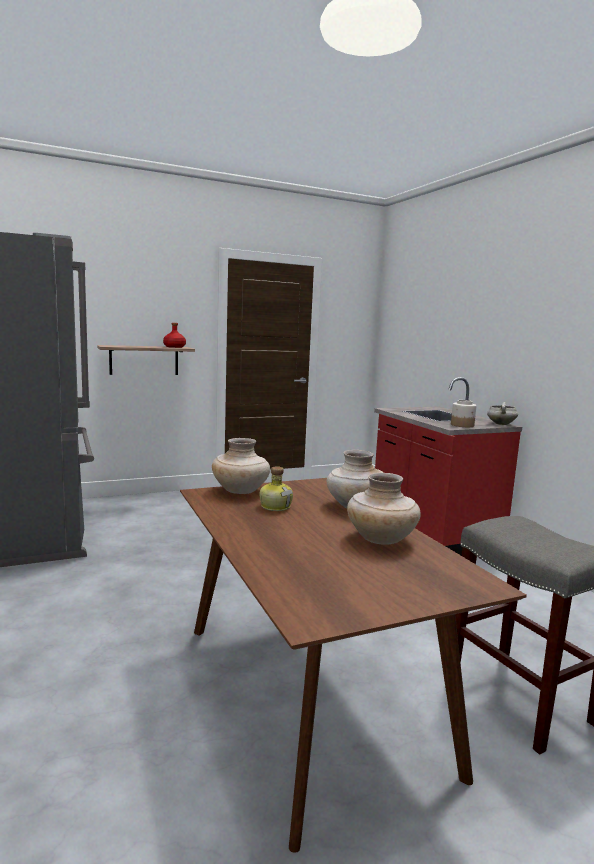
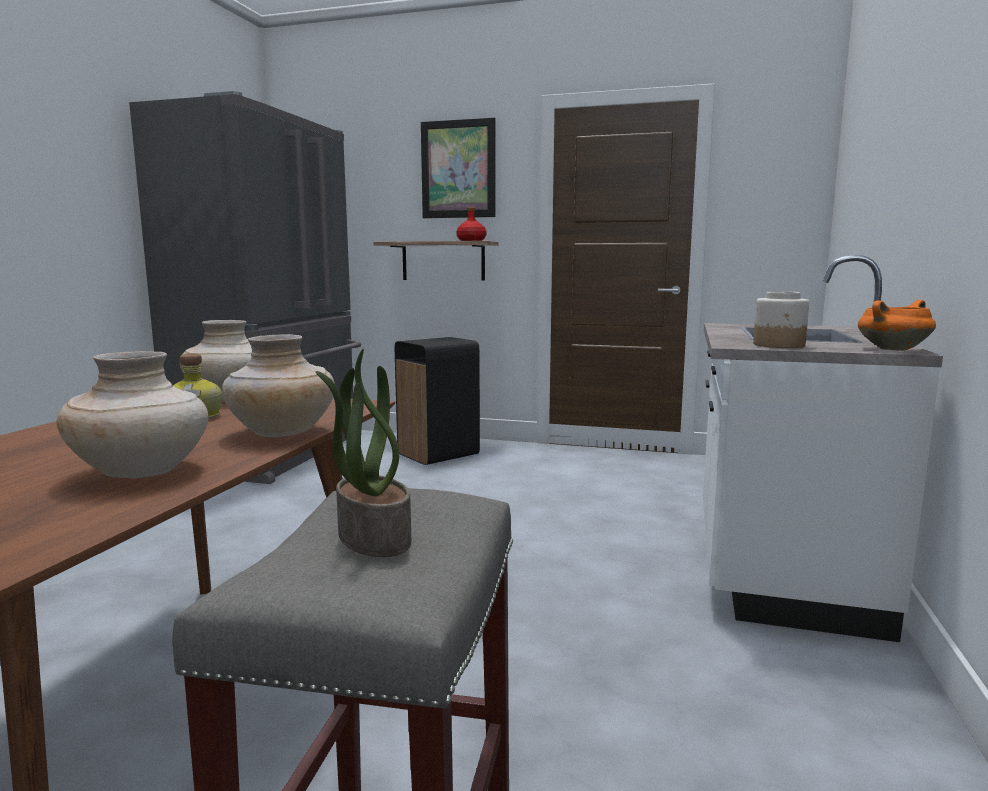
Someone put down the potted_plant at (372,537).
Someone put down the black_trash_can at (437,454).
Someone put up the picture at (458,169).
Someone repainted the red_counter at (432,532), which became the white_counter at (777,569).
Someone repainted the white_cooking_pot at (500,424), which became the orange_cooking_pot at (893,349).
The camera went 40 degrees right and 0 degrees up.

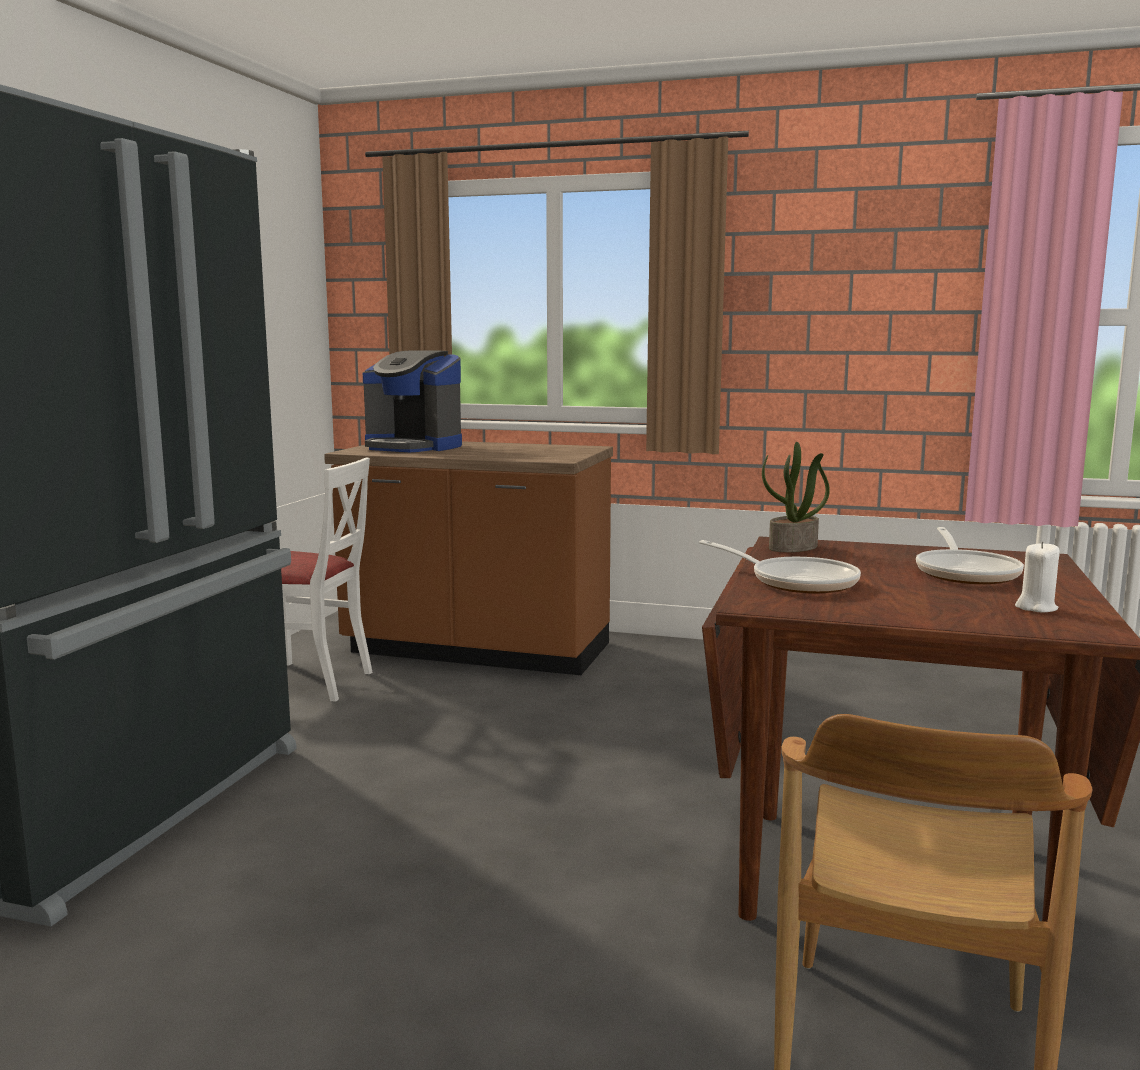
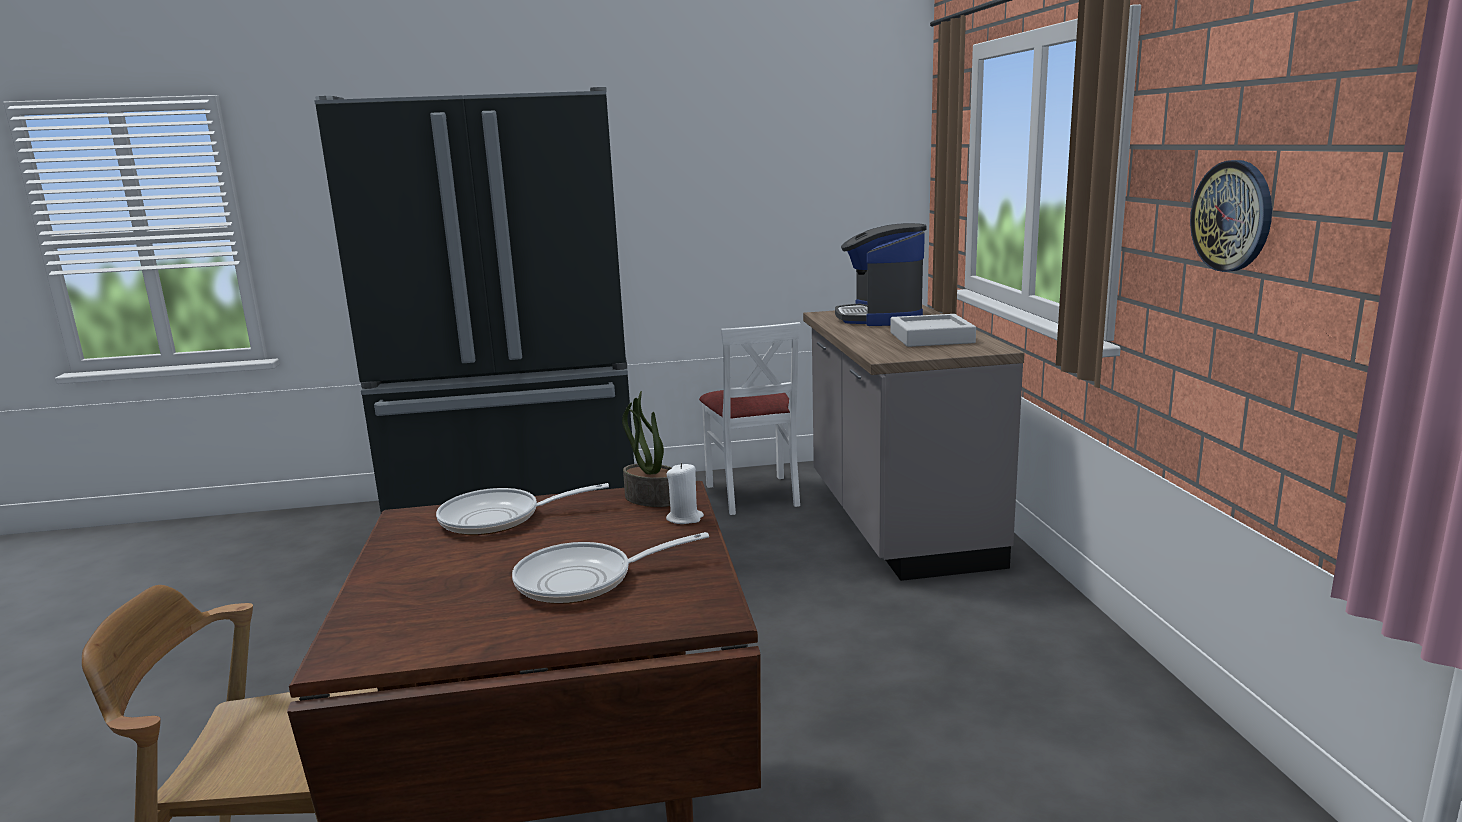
Someone rotated the frying_pan at (796,582) by 60 degrees clockwise.
Someone carried the white_candle from (1036,607) to (685,518).
Someone repainted the brown_counter at (476,651), which became the grey_counter at (897,524).
Someone put down the grey_tray at (931,338).
Someone put up the wall_clock at (1232,216).
The camera went 65 degrees right and 5 degrees up.

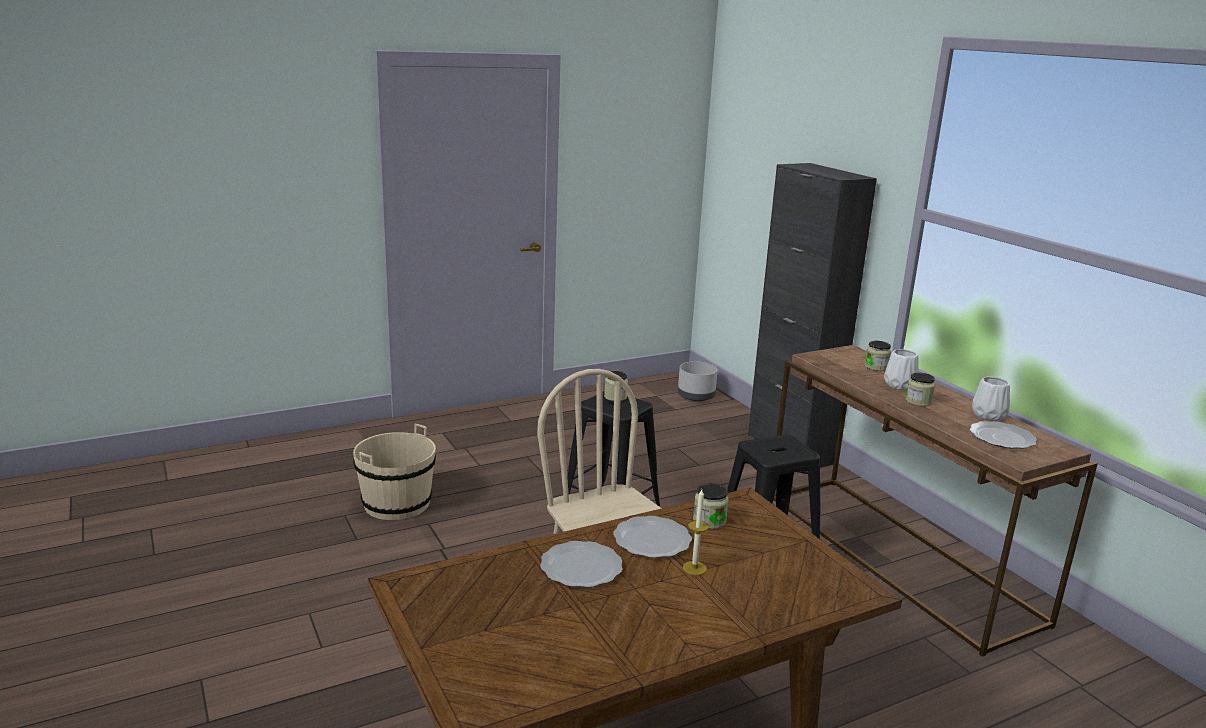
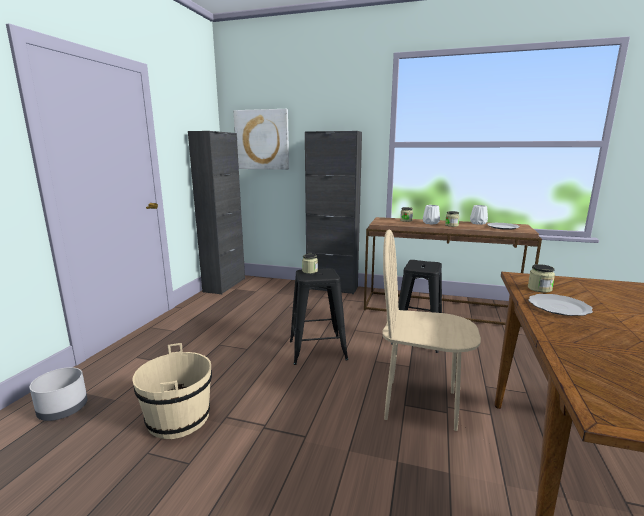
Someone carried the grey_planter from (695,396) to (62,410).
Someone put down the black_cabinet at (224,285).
Someone put up the picture at (262,140).
Someone took away the plate at (582,567).
Someone took away the candle at (694,568).
The camera went 45 degrees left and 5 degrees down.

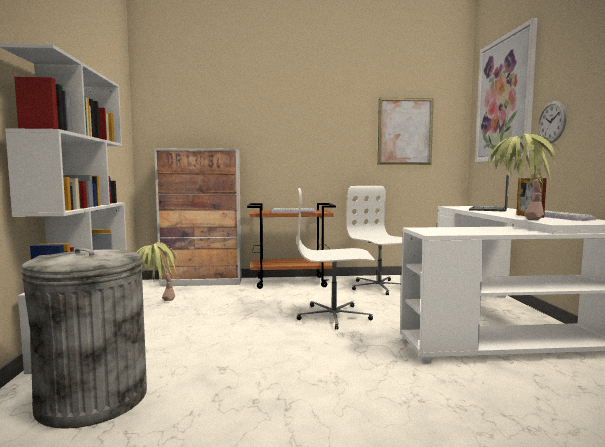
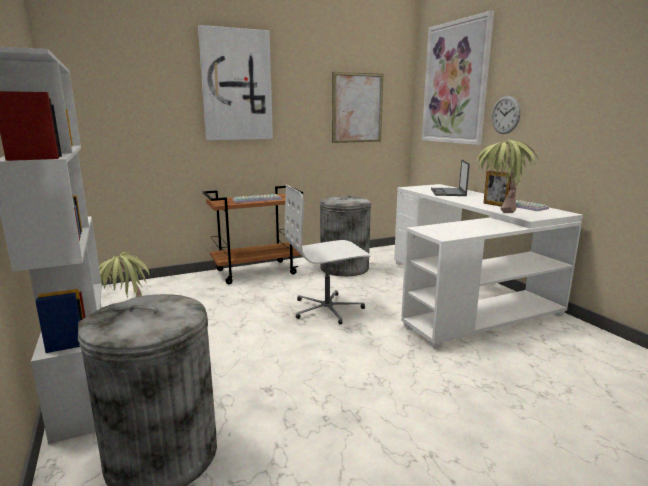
Someone put up the picture at (236,85).
Someone swapped the white_office_chair at (378,287) for the grey_trash_can at (344,268).
Someone took away the cabinet at (202,282).
The camera went 20 degrees left and 10 degrees up.

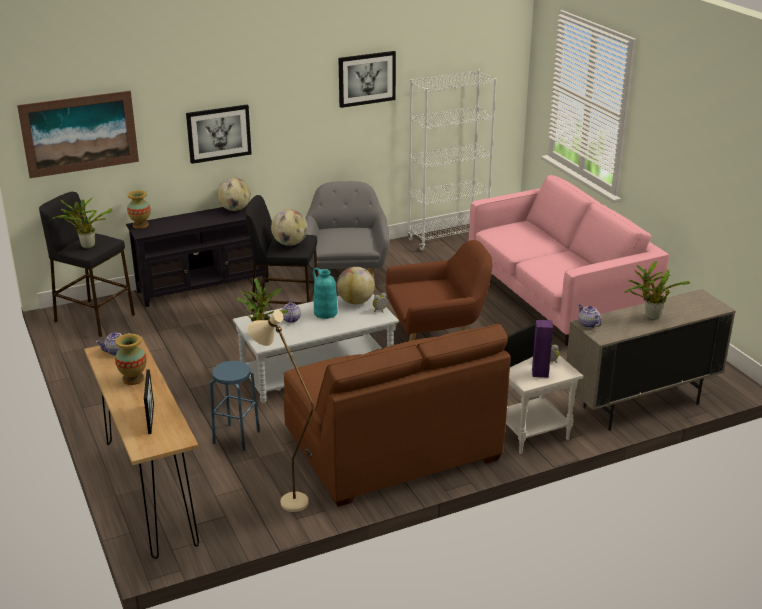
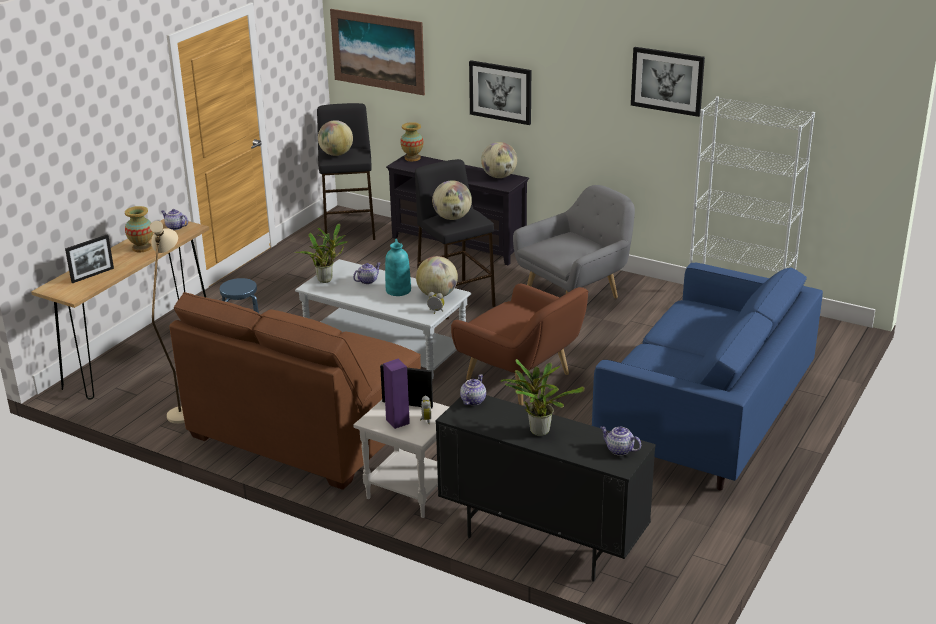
Someone swapped the potted_plant at (86,245) for the globe at (336,154).
Someone repainted the beige_cabinet at (640,406), which became the black_cabinet at (541,542).
Someone repainted the pink_sofa at (556,298), which became the blue_sofa at (704,417).
Someone put down the teapot at (619,450).
The camera went 55 degrees right and 0 degrees up.

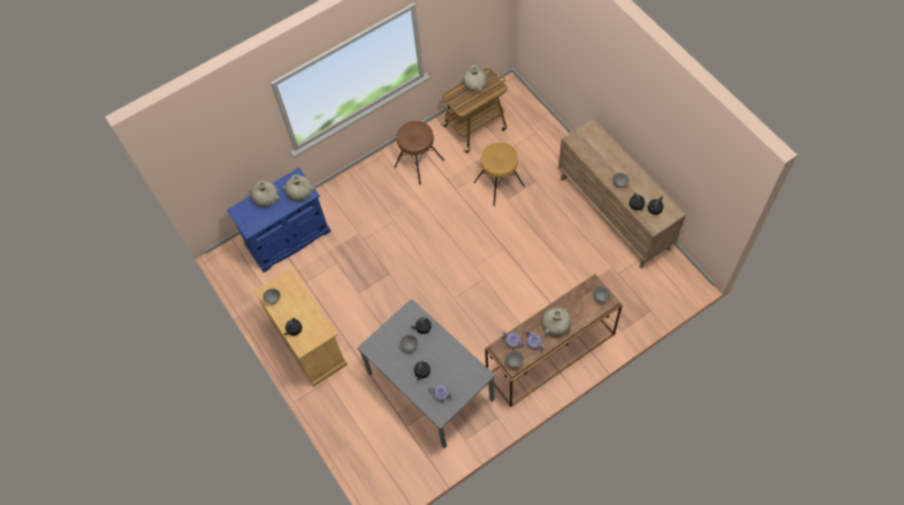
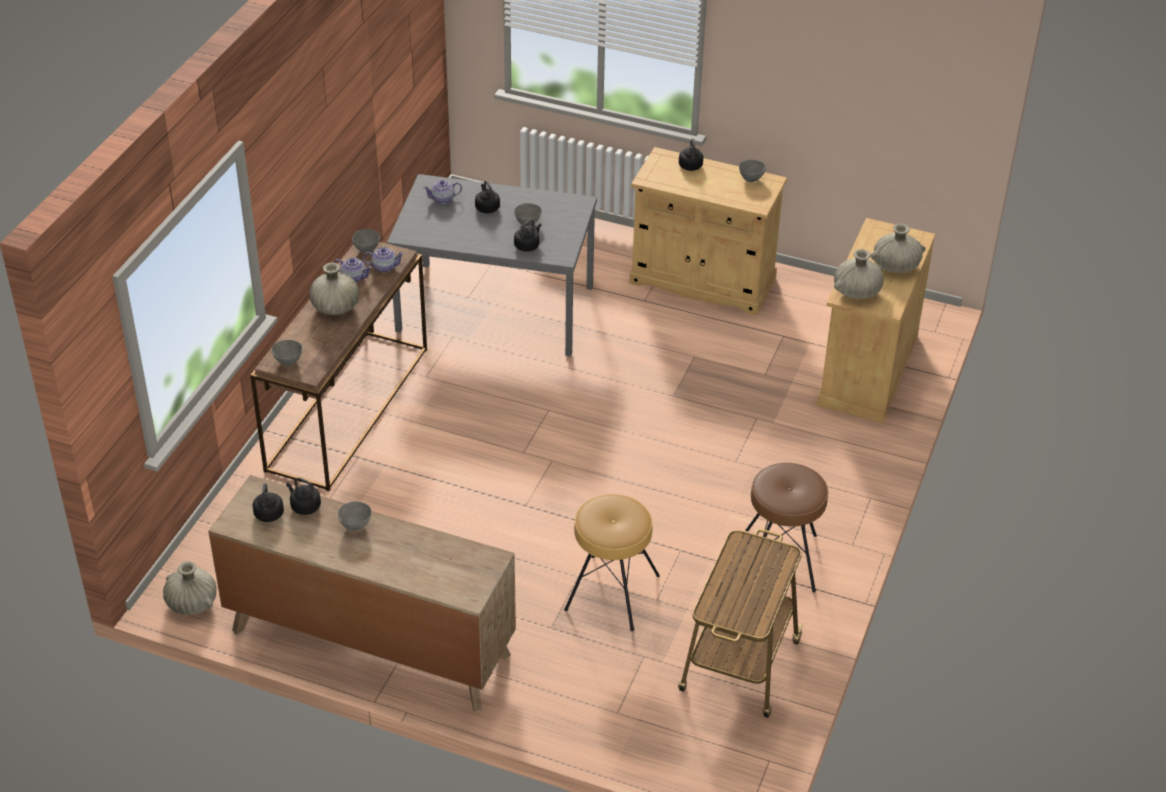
Someone carried the beige_vase from (475,85) to (192,603).
Someone repainted the blue_cabinet at (288,239), which became the beige_cabinet at (867,370).
The camera went 140 degrees right and 20 degrees down.

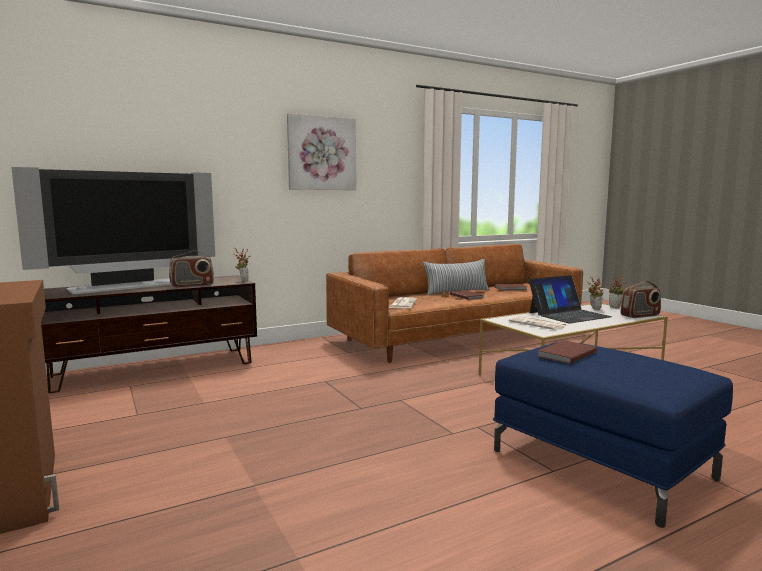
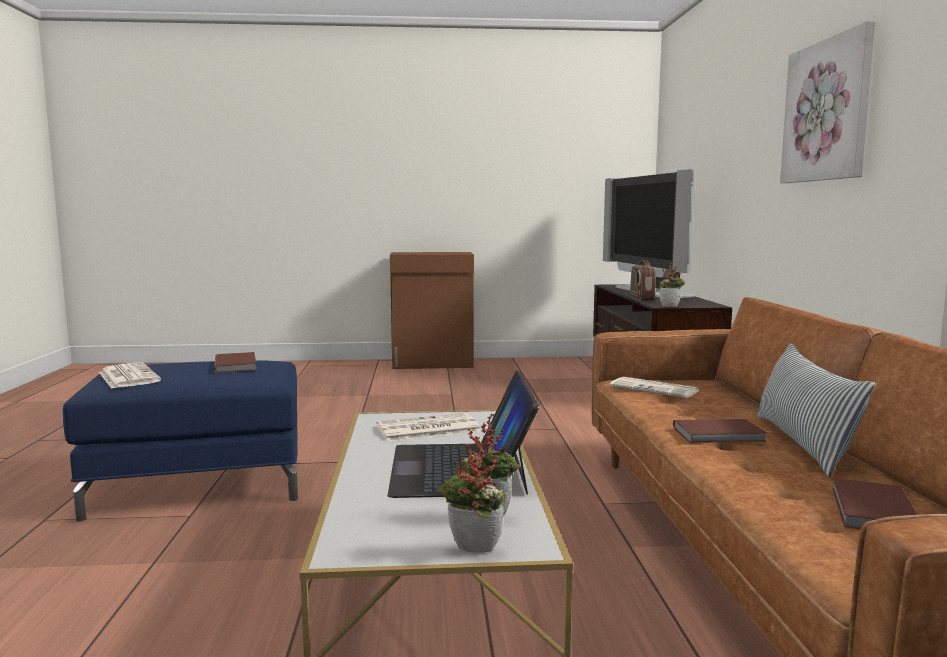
Someone put down the newspaper at (128,377).
Someone took away the radio at (640,315).
The camera went 115 degrees right and 0 degrees up.

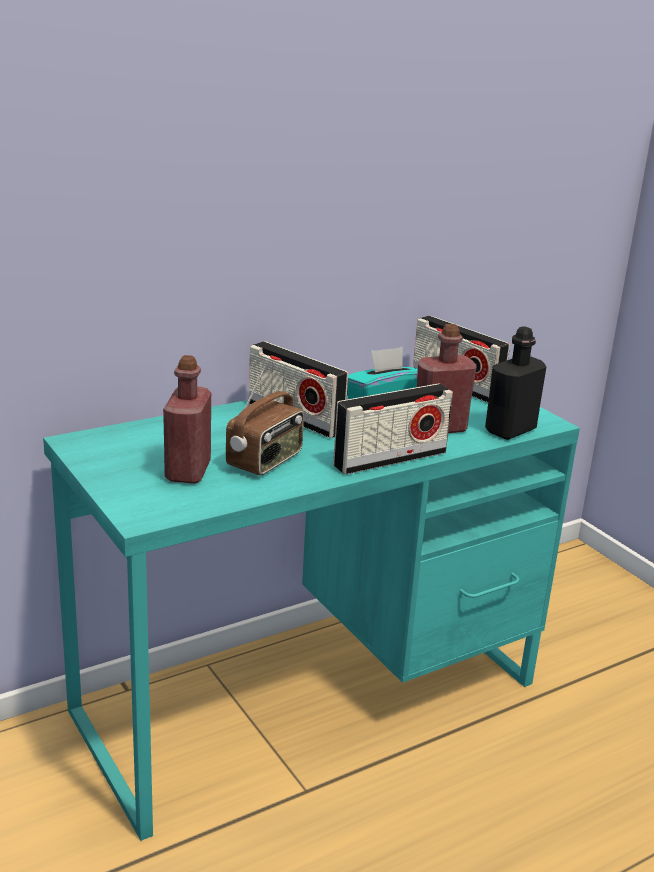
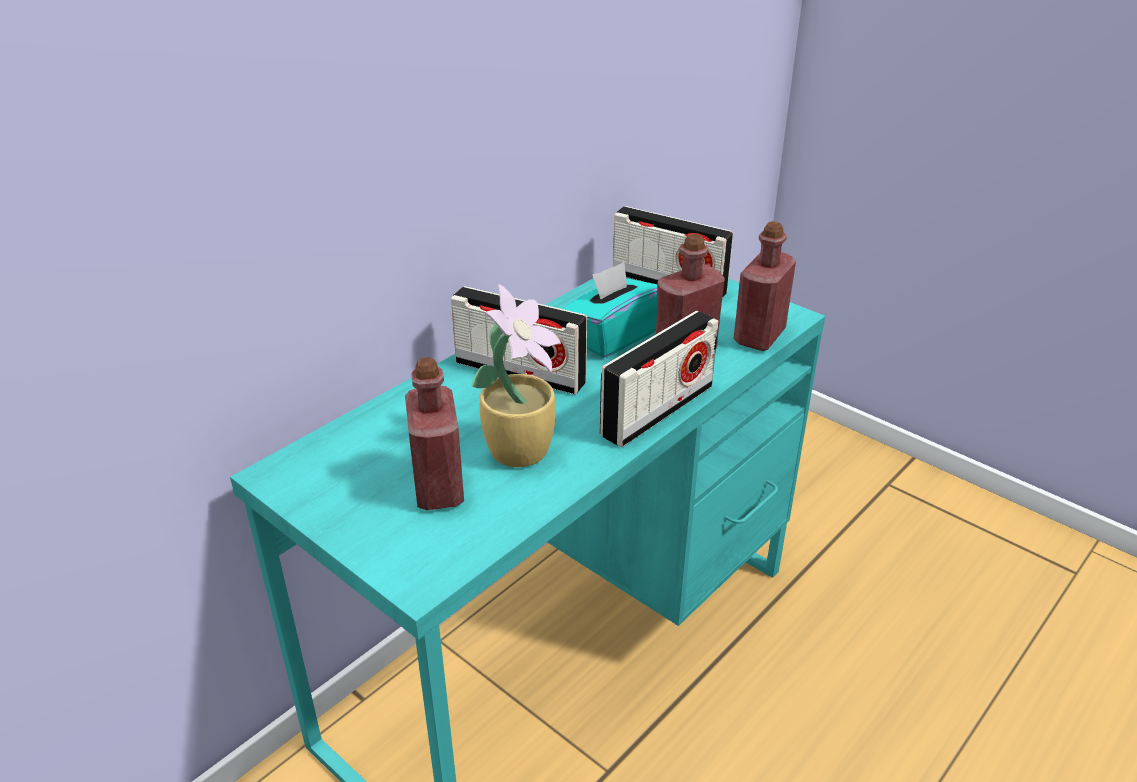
Someone swapped the radio at (265,461) for the potted_plant at (521,449).
Someone repainted the black_bottle at (510,430), which became the red_bottle at (759,336).
The camera went 15 degrees left and 10 degrees up.

